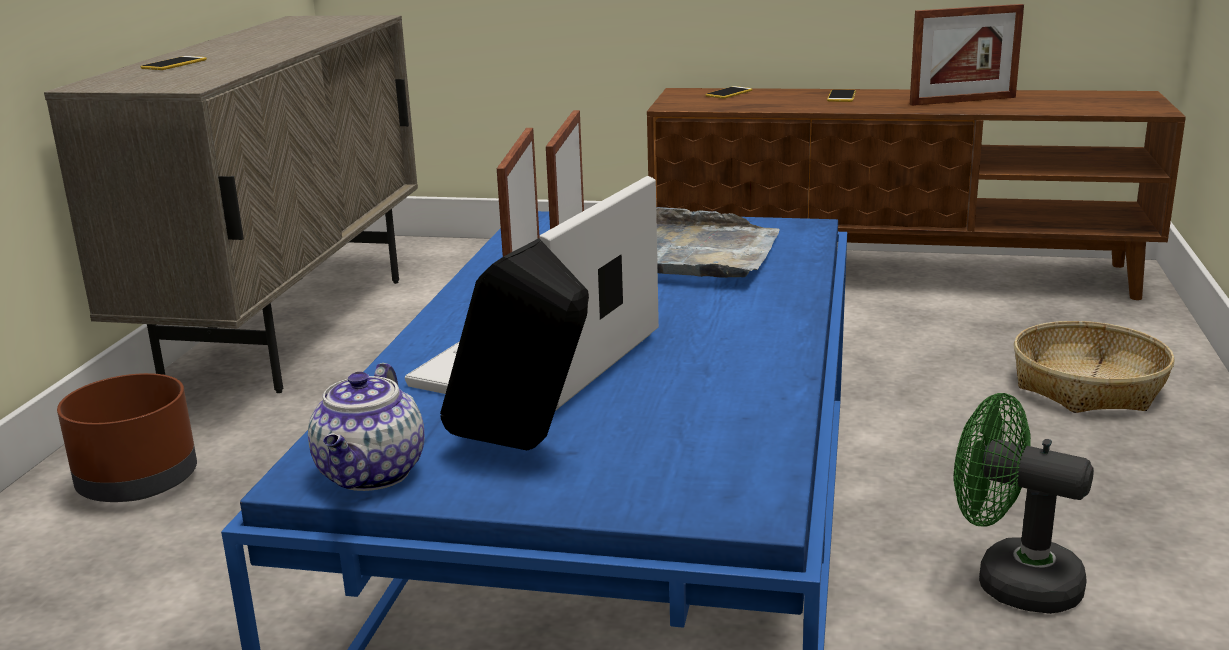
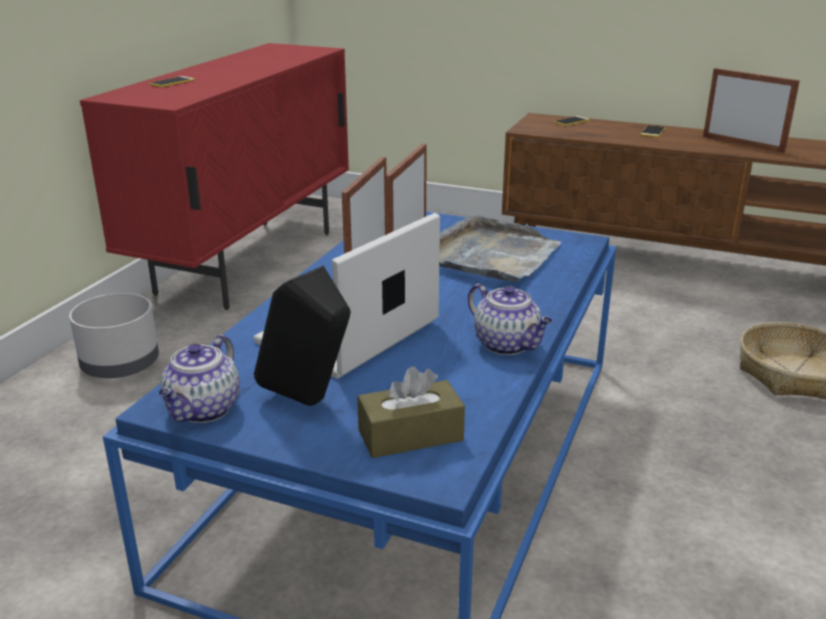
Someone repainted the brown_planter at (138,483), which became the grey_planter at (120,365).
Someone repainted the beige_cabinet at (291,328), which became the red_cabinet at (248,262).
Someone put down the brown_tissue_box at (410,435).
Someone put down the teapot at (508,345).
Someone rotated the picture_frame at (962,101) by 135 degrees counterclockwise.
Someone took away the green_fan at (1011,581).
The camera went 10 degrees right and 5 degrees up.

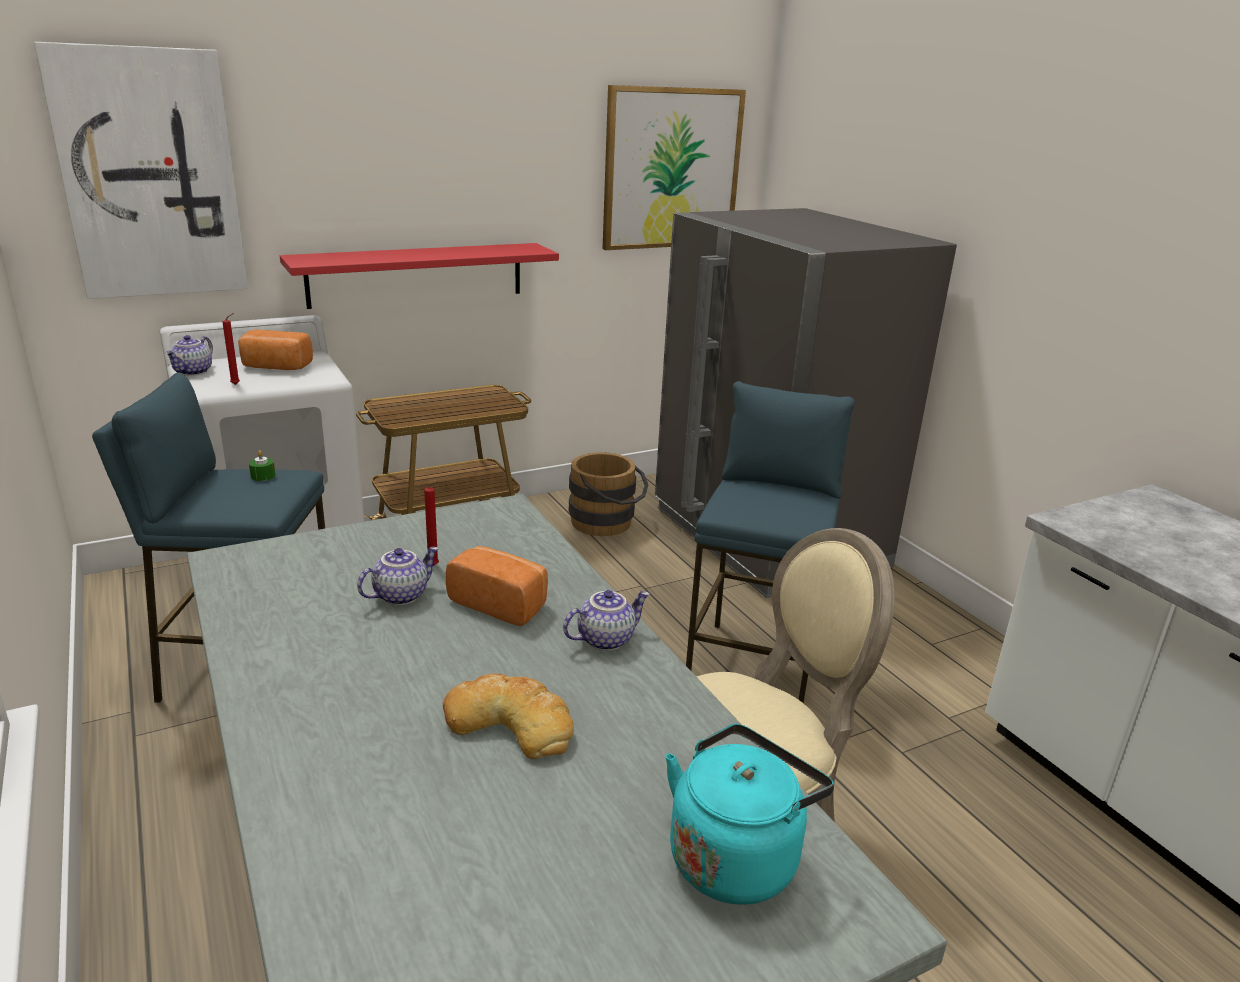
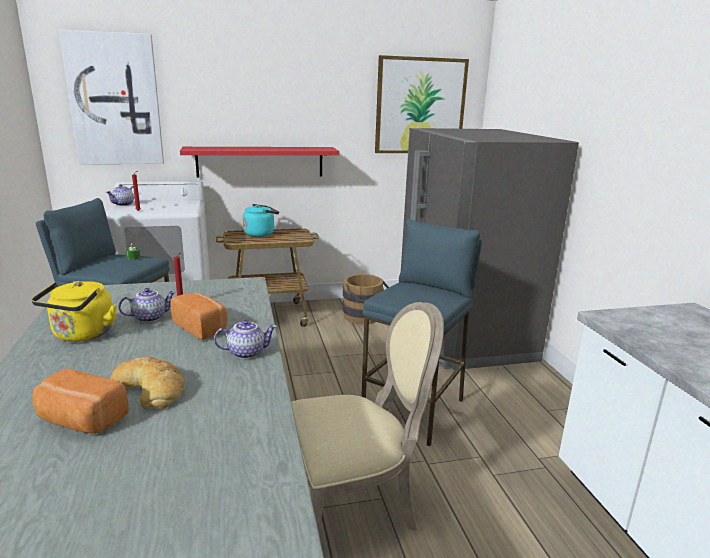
Someone put down the yellow_kettle at (82,335).
Someone carried the bread from (275,367) to (81,421).
Someone carried the turquoise_kettle from (736,856) to (261,233).
The camera went 15 degrees right and 5 degrees down.

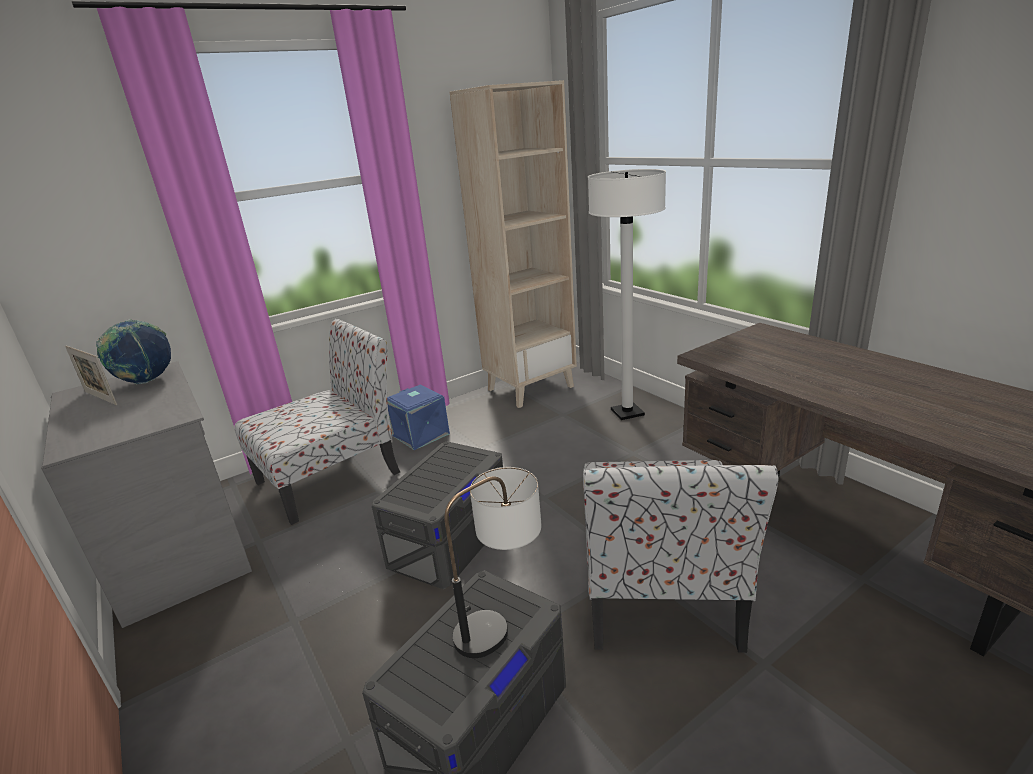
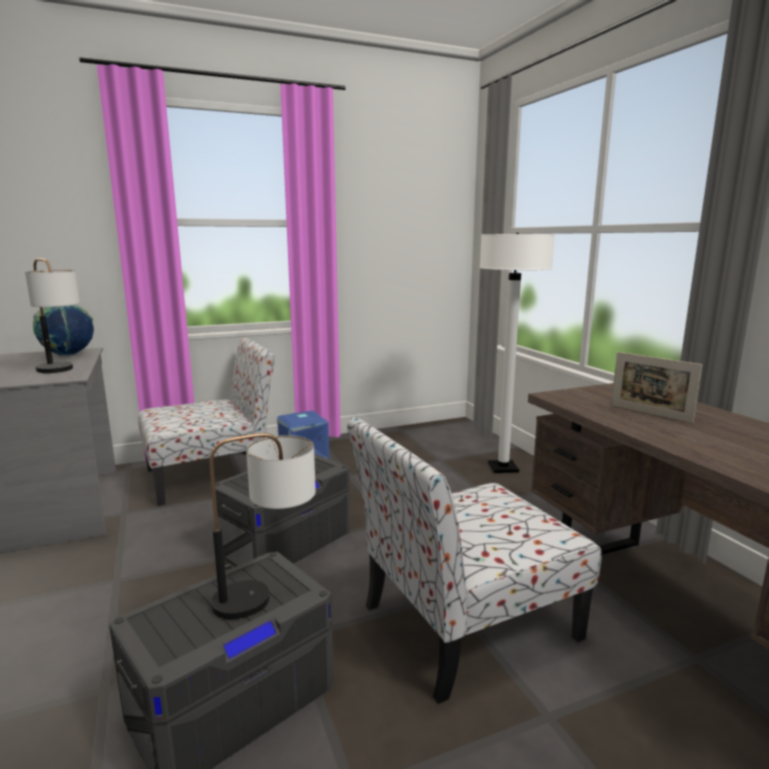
Someone put down the table_lamp at (61,372).
Someone rotated the chair at (659,590) by 45 degrees clockwise.
Someone carried the picture_frame from (100,398) to (650,413).
Someone took away the beige_bookcase at (530,387).
The camera went 10 degrees right and 10 degrees down.

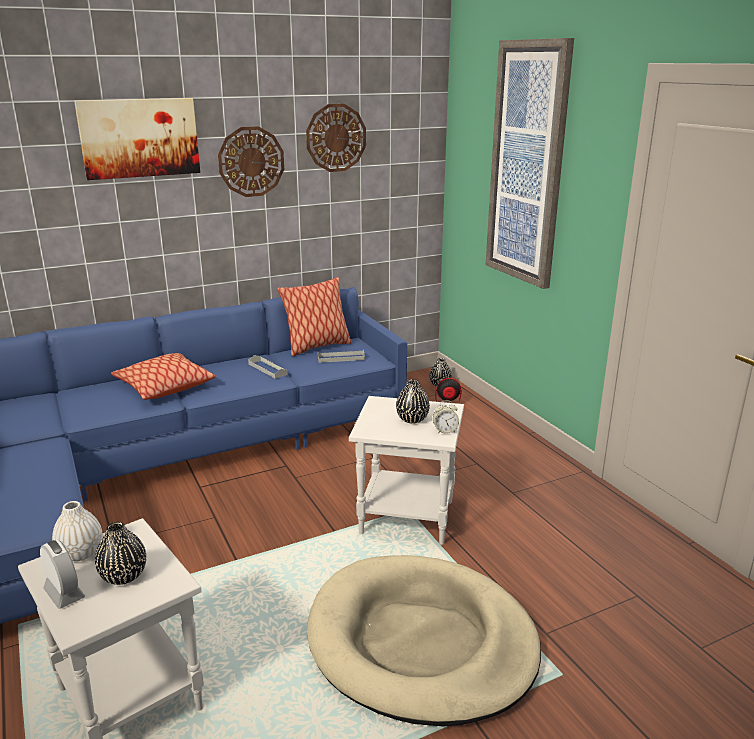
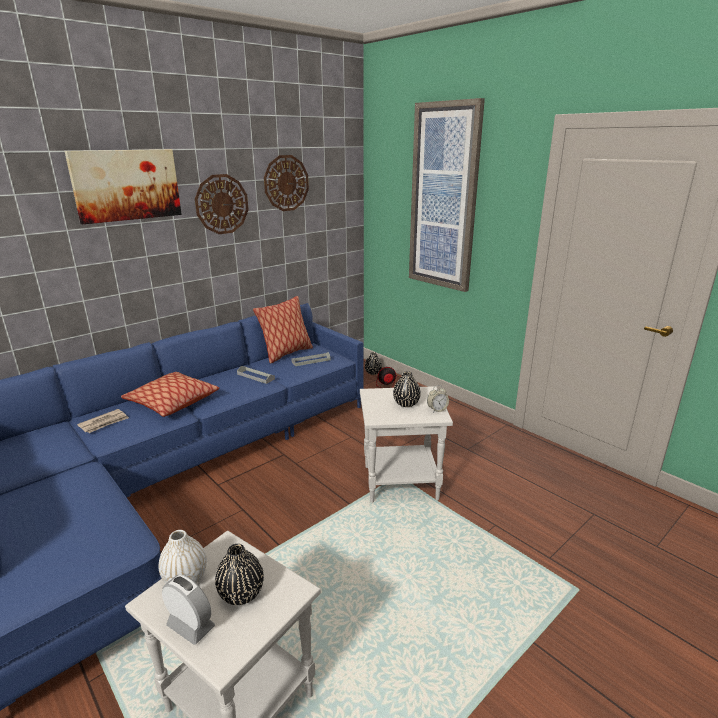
Someone put down the newspaper at (104,423).
Someone took away the beige_dog_bed at (421,642).
The camera went 15 degrees left and 0 degrees up.

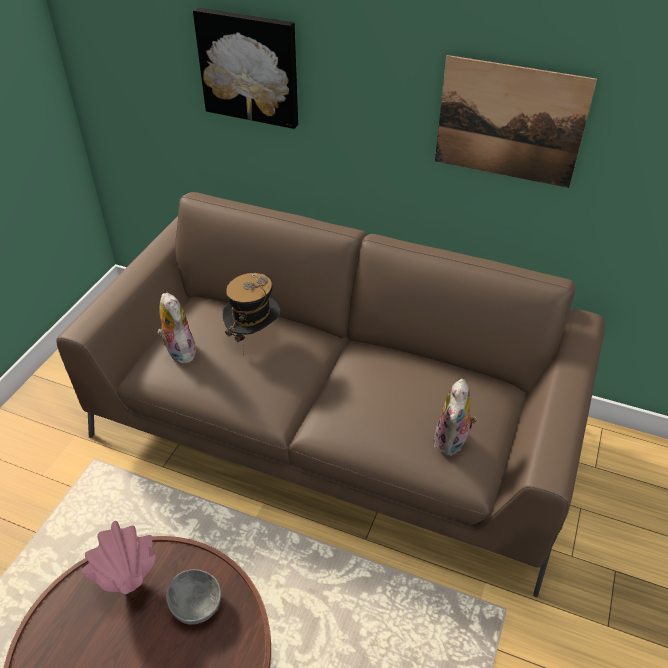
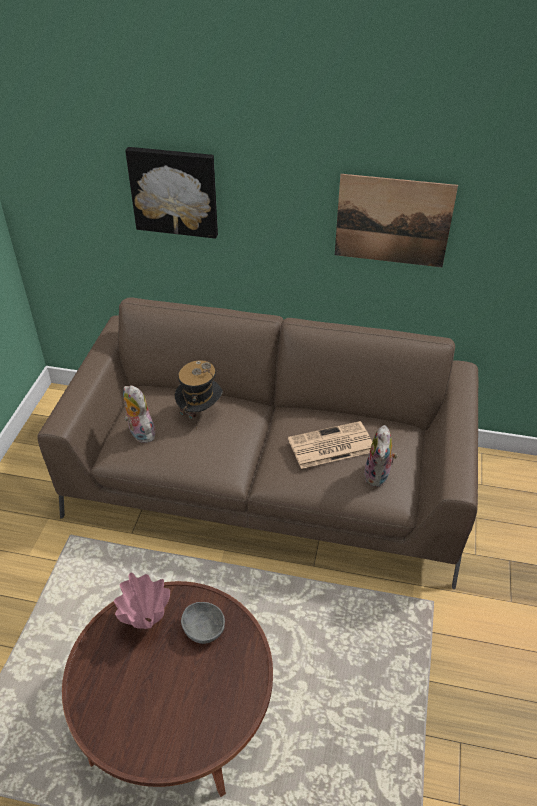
Someone put down the newspaper at (330,446).
The camera went 10 degrees left and 0 degrees up.

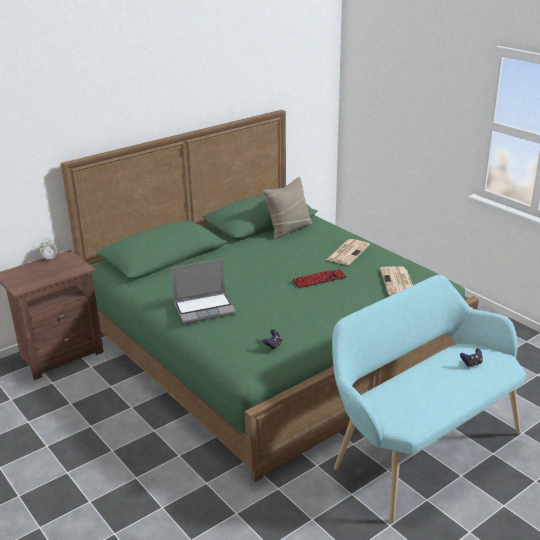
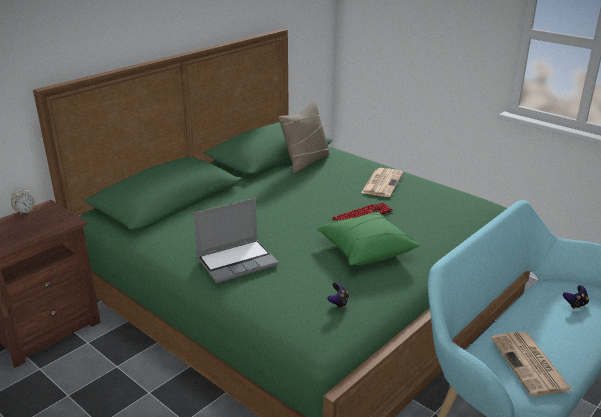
Someone put down the green_pillow at (365,249).
Someone carried the newspaper from (398,282) to (531,364).
The camera went 10 degrees left and 0 degrees up.

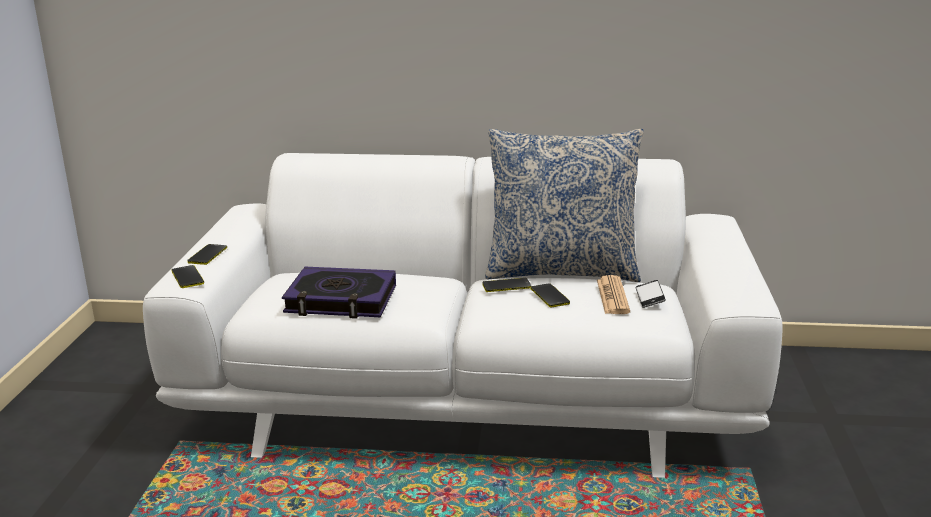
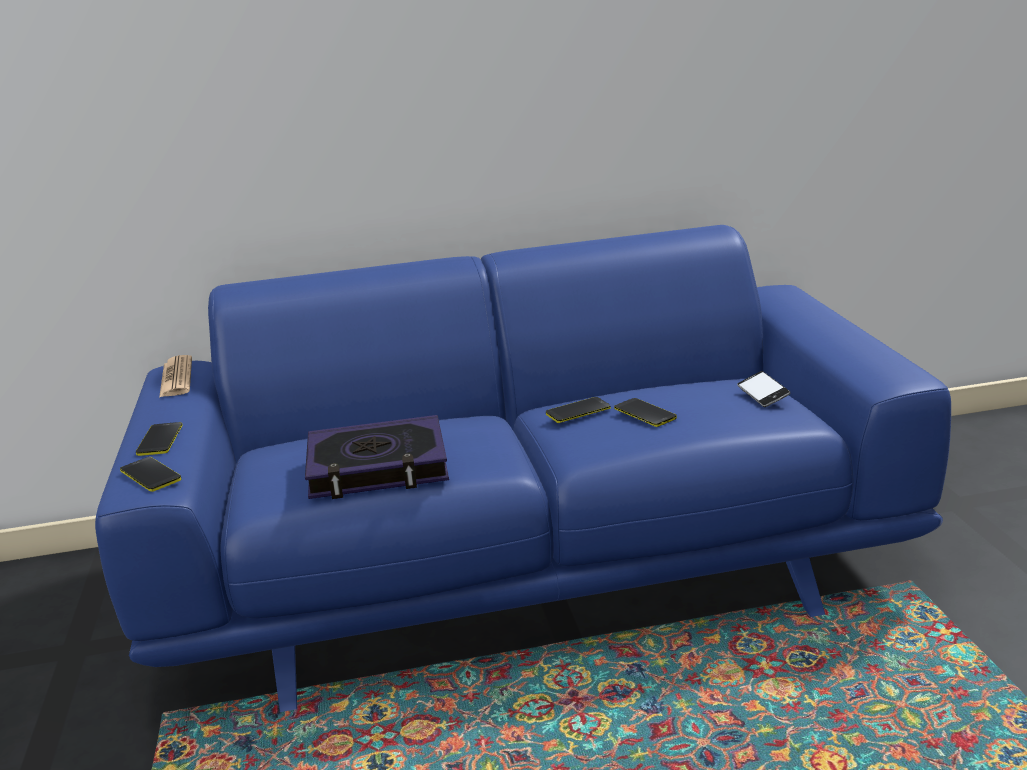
Someone repainted the white_sofa at (469,396), which became the blue_sofa at (529,565).
Someone carried the newspaper from (612,296) to (176,378).
Someone took away the pillow at (561,271).
The camera went 15 degrees left and 0 degrees up.

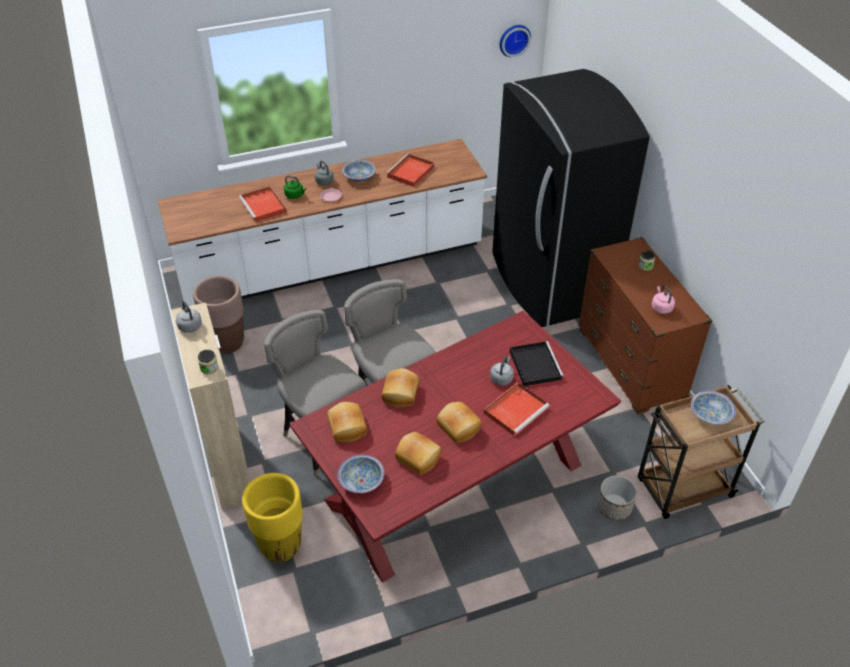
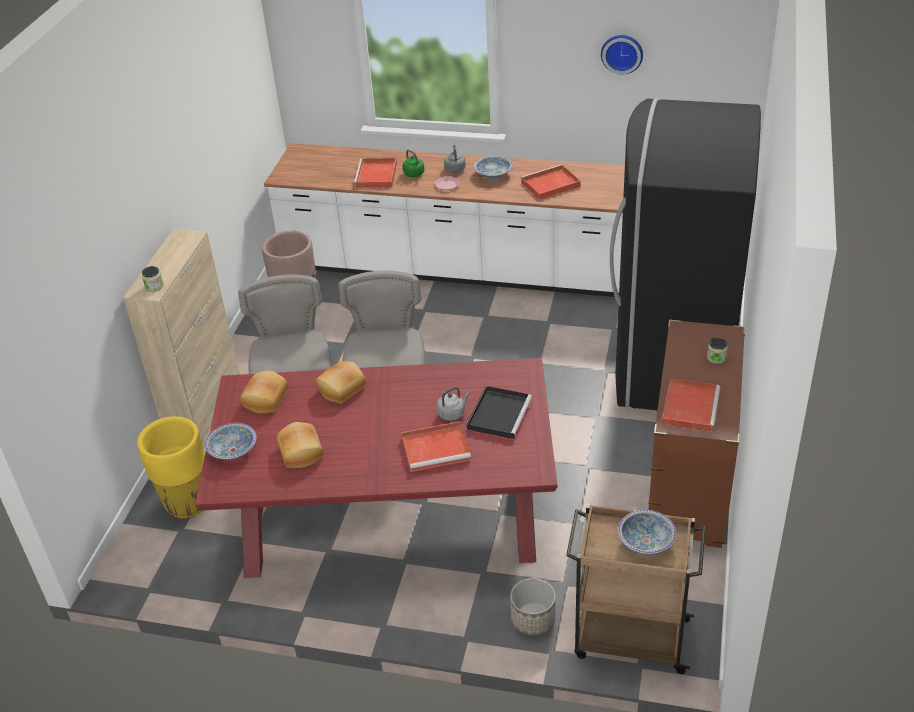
Someone carried the wall_clock from (514,39) to (622,53).
Someone swapped the pink_kettle at (661,307) for the red_tray at (689,406).
Someone took away the grey_kettle at (189,325).
Someone took away the bread at (457,428).
The camera went 35 degrees right and 5 degrees down.

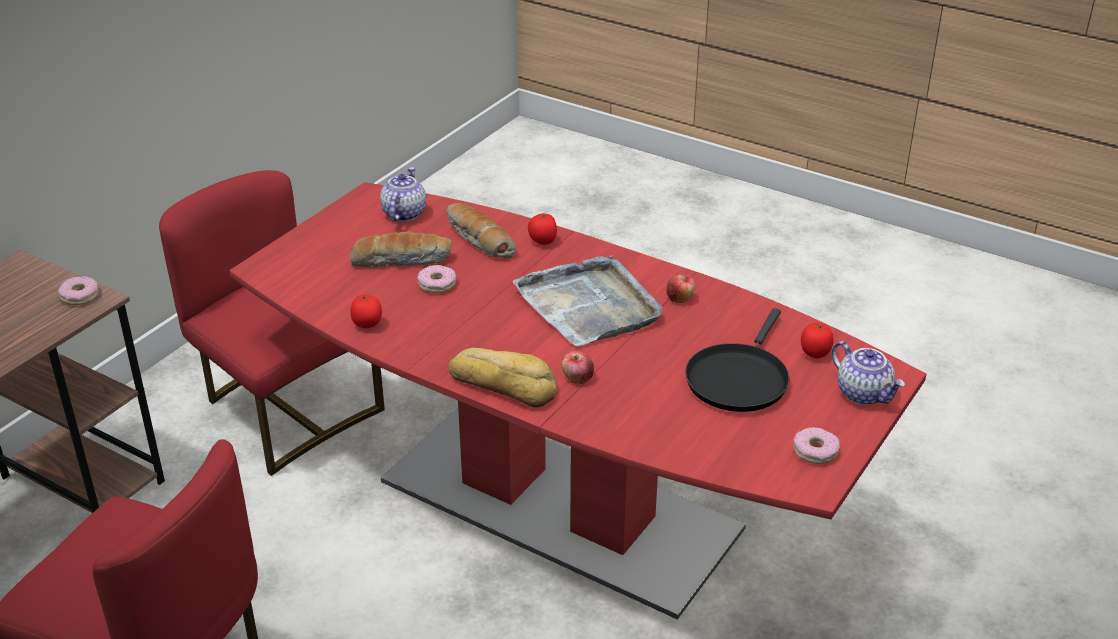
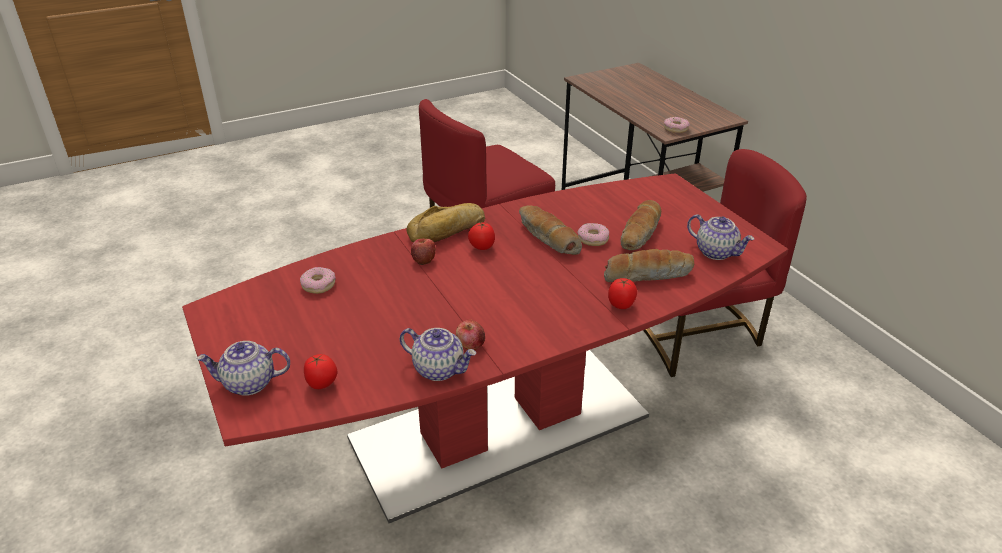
Someone carried the donut from (815,451) to (318,285).
Someone put down the teapot at (439,369).
Someone carried the tomato from (367,325) to (481,247).
Someone put down the bread at (547,237).
Someone took away the grey_tray at (589,305).
Someone took away the black_frying_pan at (738,379).
The camera went 120 degrees right and 0 degrees up.

